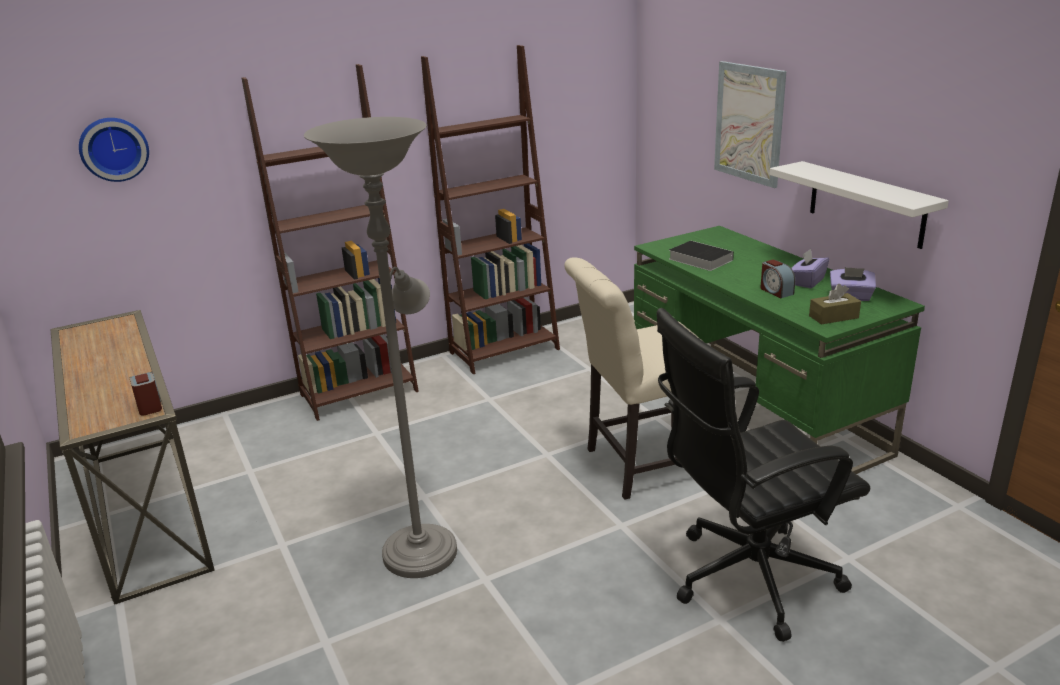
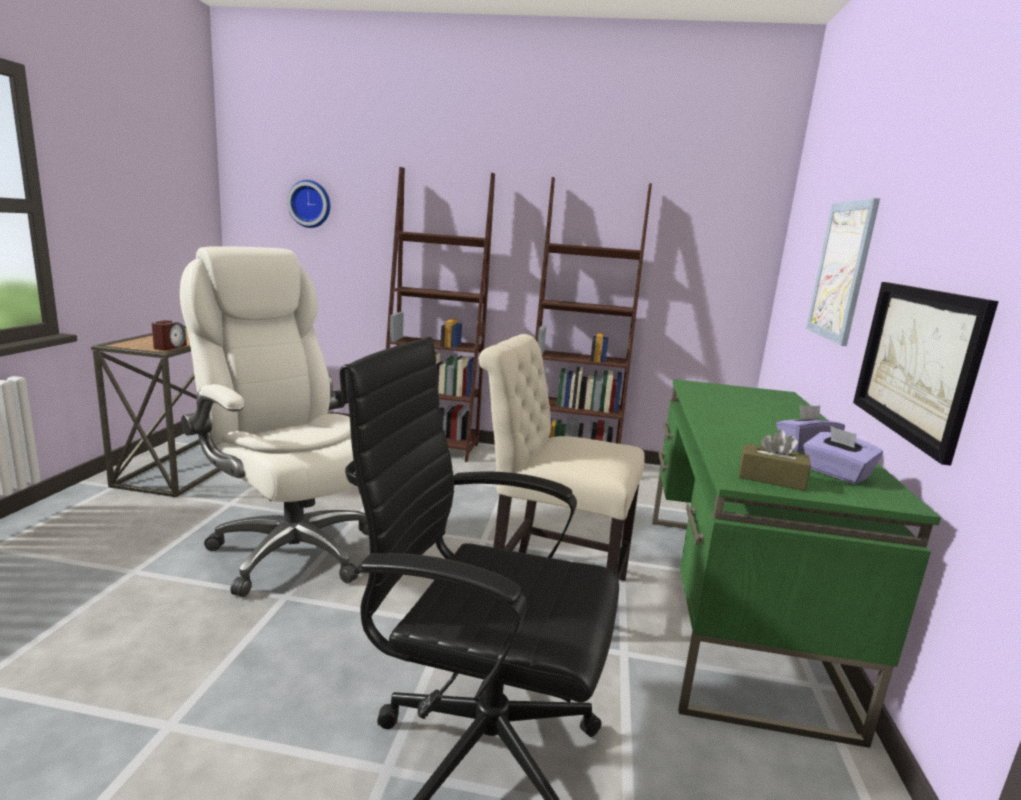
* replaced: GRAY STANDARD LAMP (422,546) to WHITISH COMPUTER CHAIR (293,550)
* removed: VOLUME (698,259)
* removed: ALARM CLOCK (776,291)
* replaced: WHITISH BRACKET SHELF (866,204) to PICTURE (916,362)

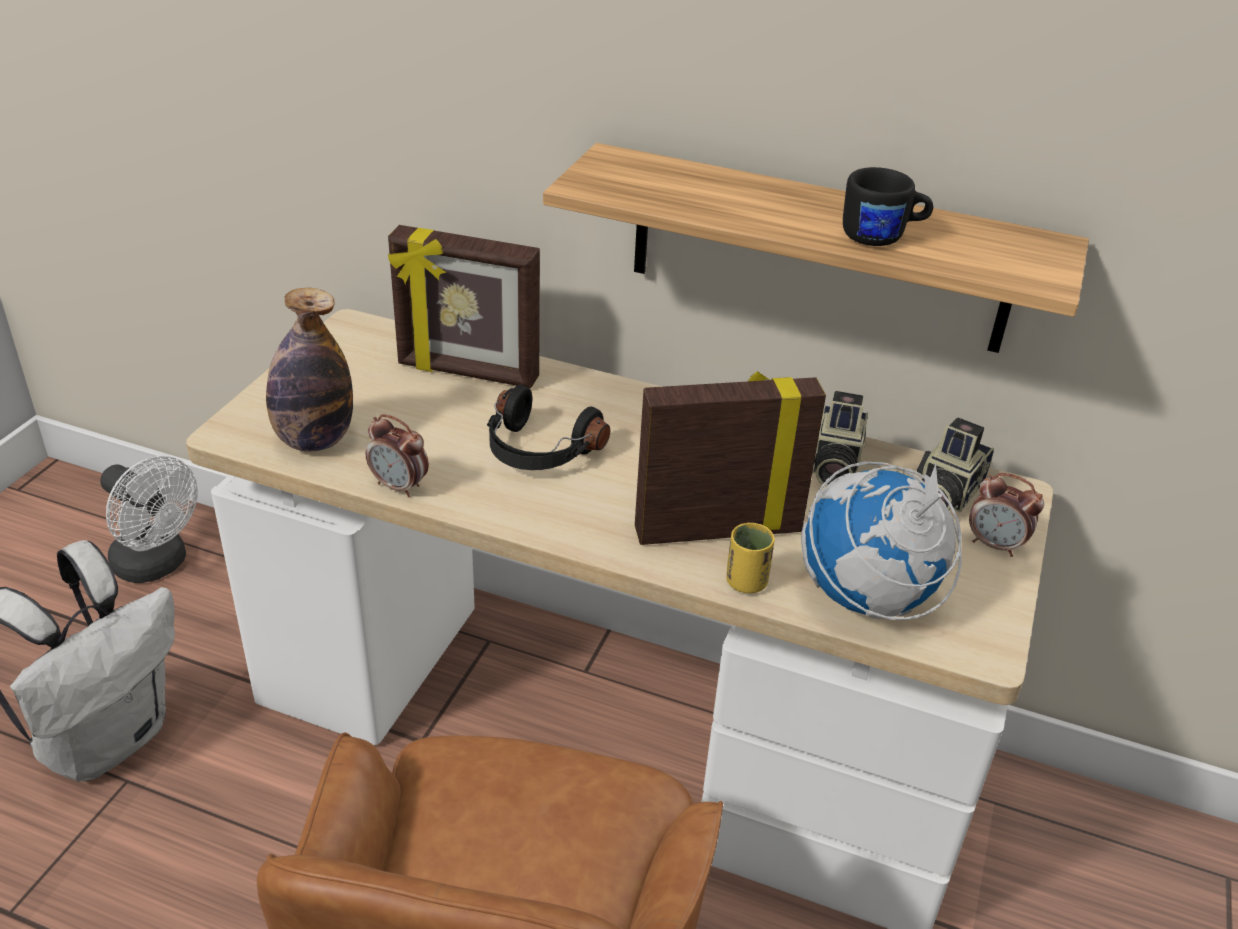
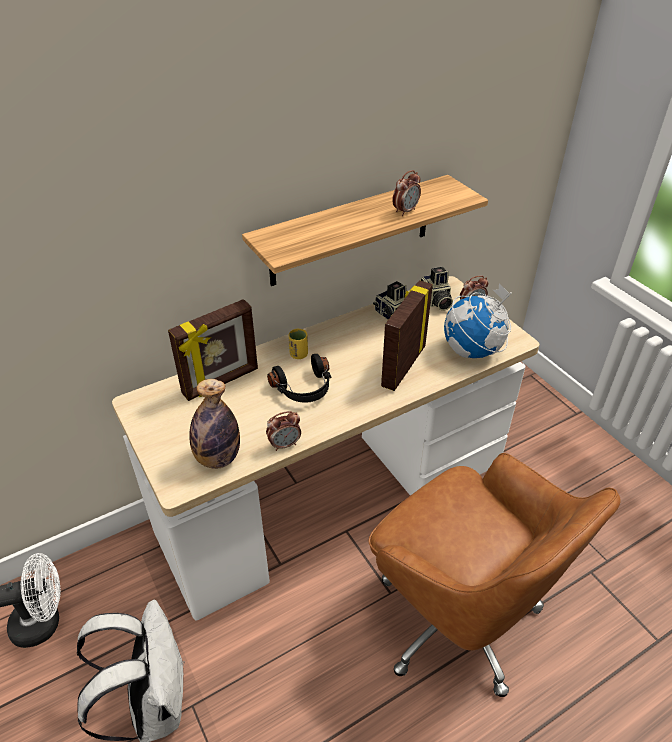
* moved: YELLOWISH DRINKING CUP (746,582) to (298,354)
* replaced: BLACK MUG (882,238) to ALARM CLOCK (405,211)

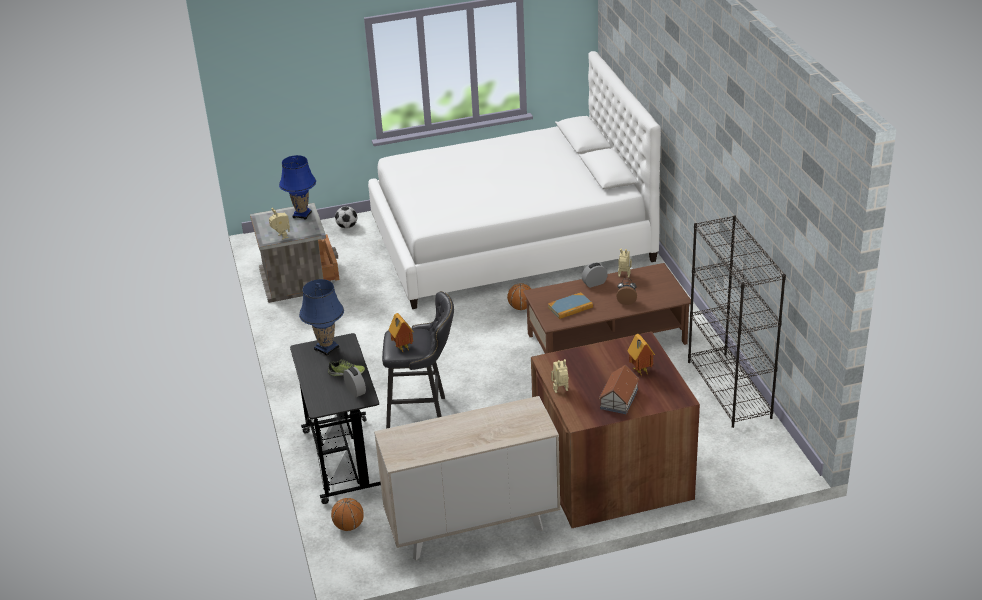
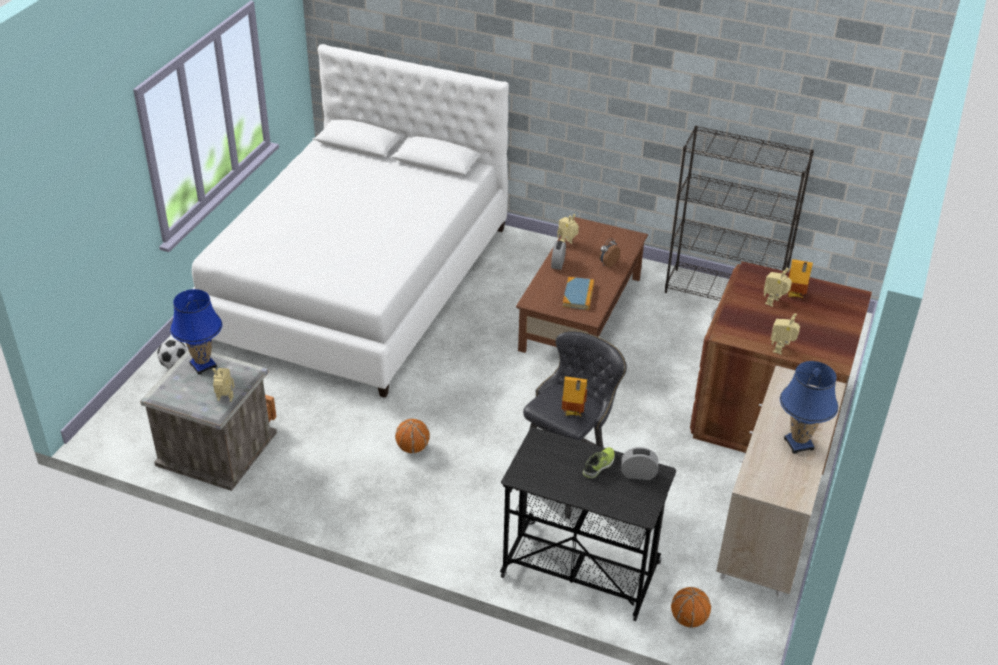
* moved: BLUE TABLETOP LAMP (327,348) to (799,444)
* moved: BALL FOR BASKETBALL (521,307) to (412,448)
* removed: TOY HOUSE (619,398)
* added: MODEL ROBOT (774,303)

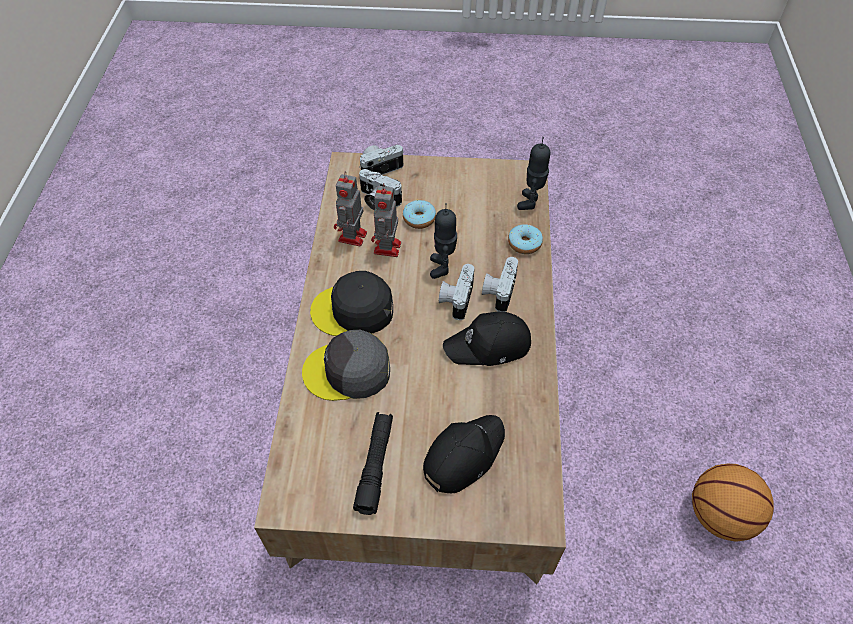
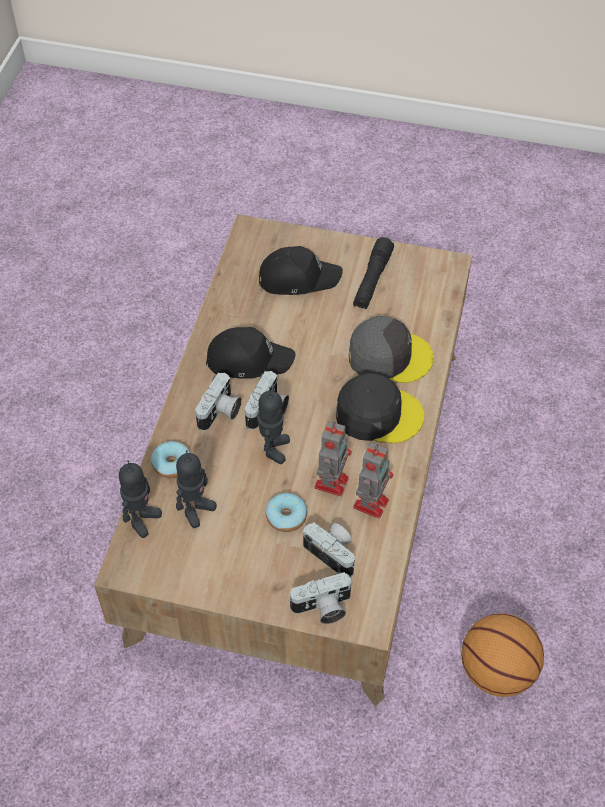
* turned: BLACK CAP (462,455) = (298,278) 150 degrees counterclockwise
* moved: BALL FOR BASKETBALL (719,515) to (497,670)
* added: MODEL ROBOT (196,510)

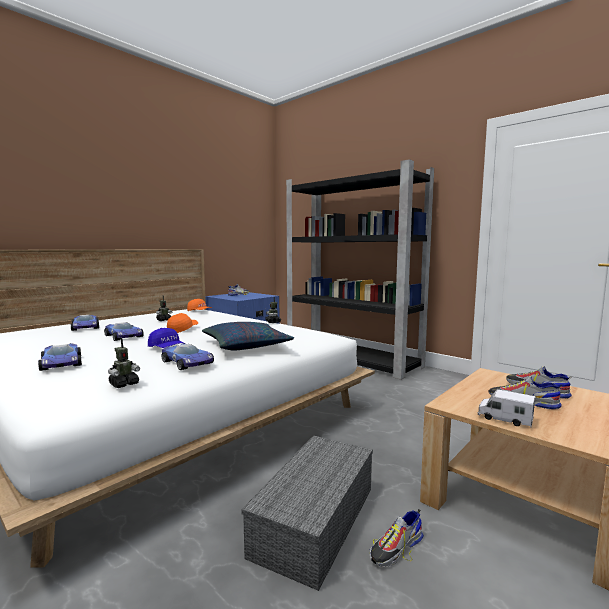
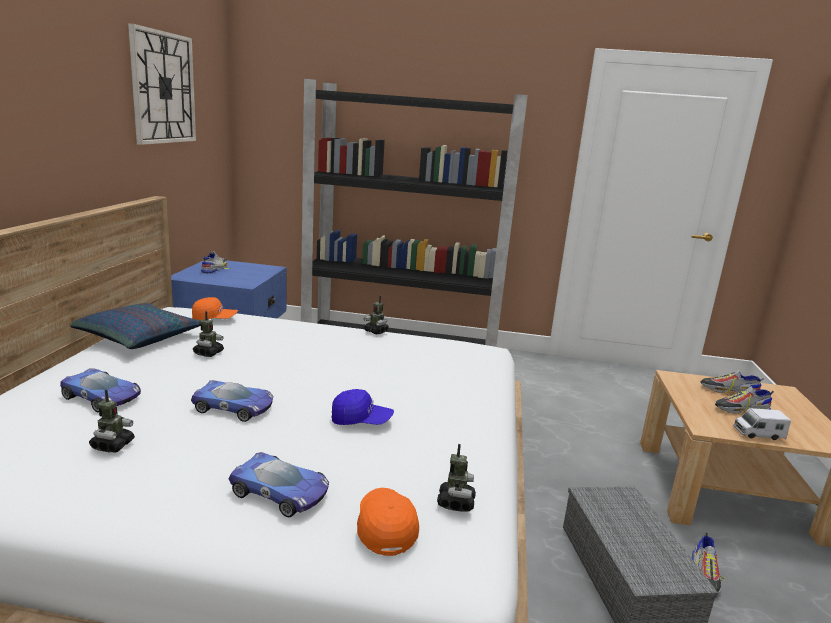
* removed: MODEL CAR (188,362)
* moved: ORANGEY CAP (182,329) to (385,528)
* moved: BLUE PILLOW (246,346) to (140,337)
* added: MODEL ROBOT (112,445)
* added: CLOCK ON THE WALL (163,88)

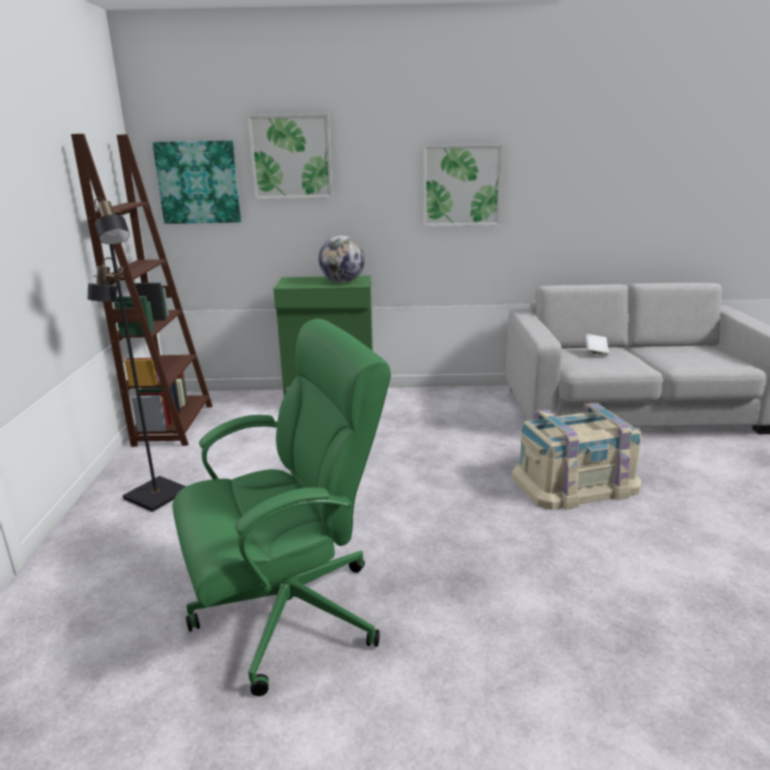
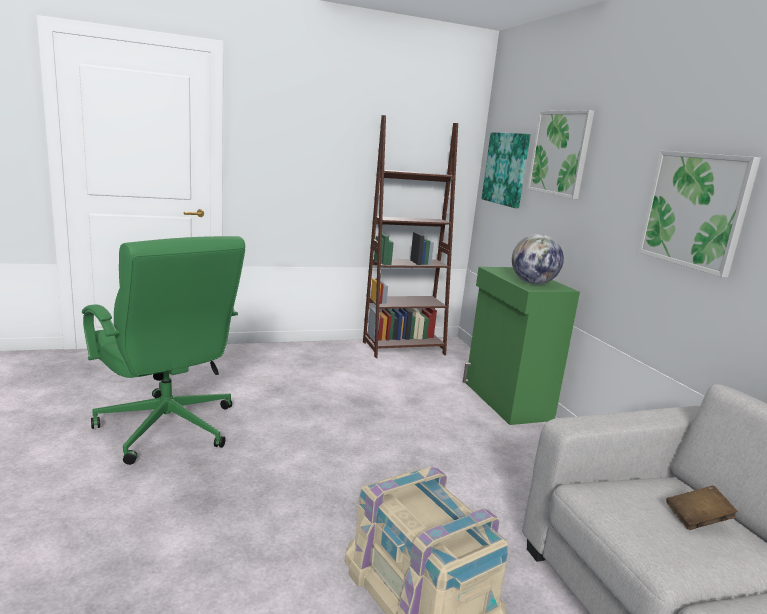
* removed: BLACK STANDARD LAMP (156,495)
* recoloured: WHITISH VOLUME (596,352) to BROWN VOLUME (697,519)

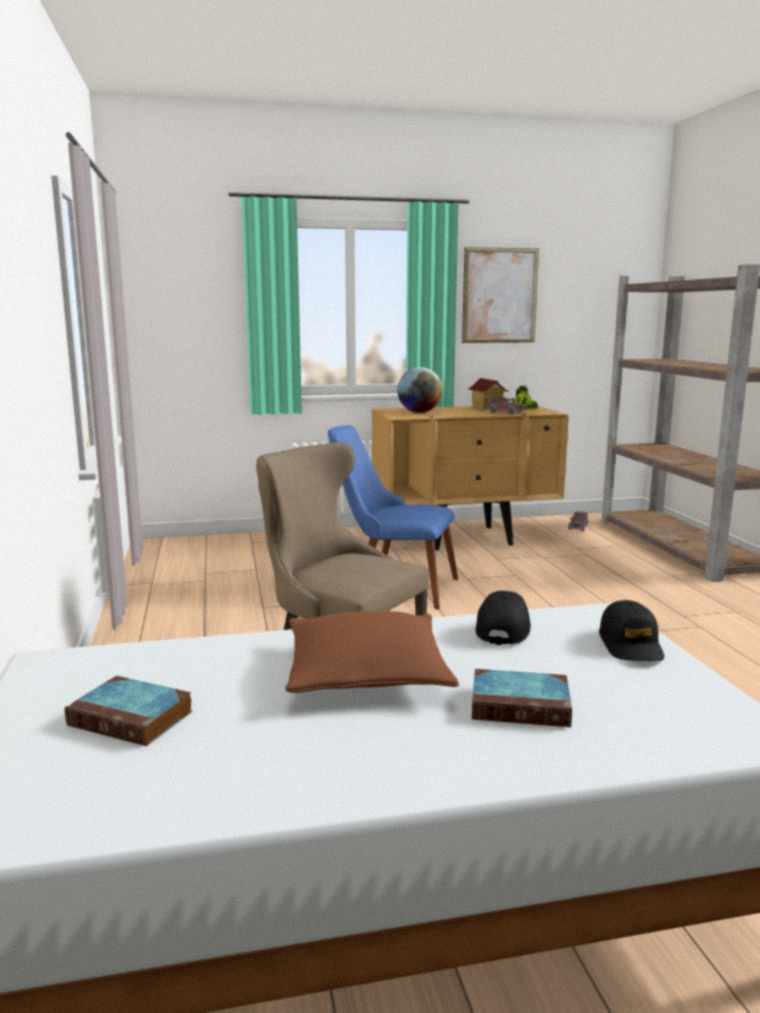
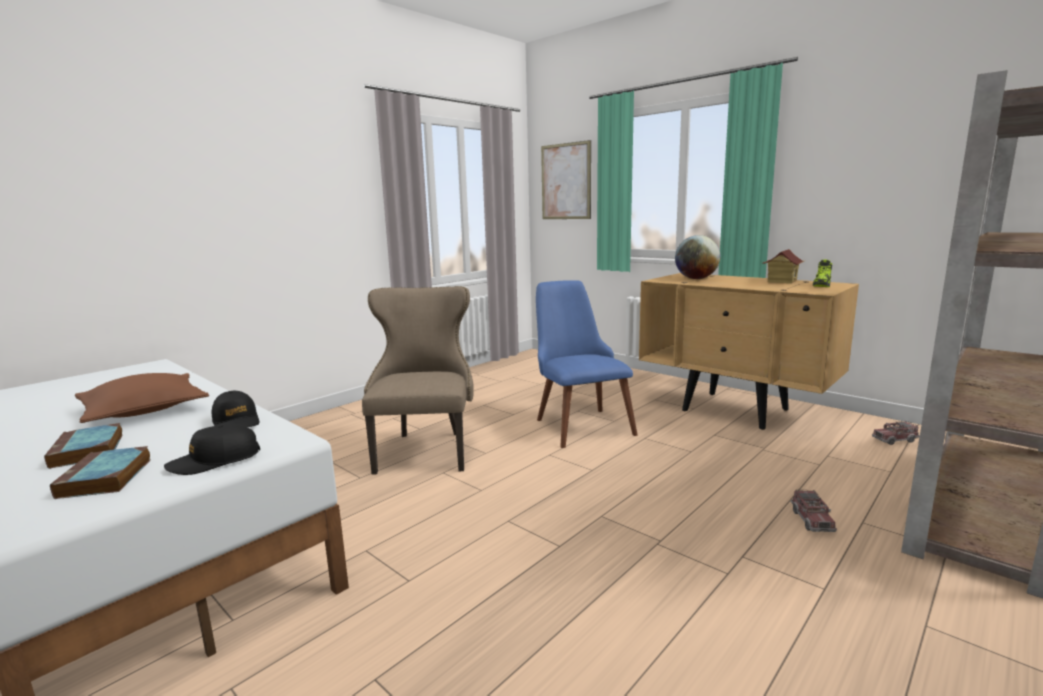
* moved: VOLUME (133,718) to (105,478)
* moved: PICTURE (500,296) to (565,181)
* turned: BLACK CAP (503,628) = (236,422) 75 degrees clockwise
* moved: TOY TRUCK (505,412) to (812,520)

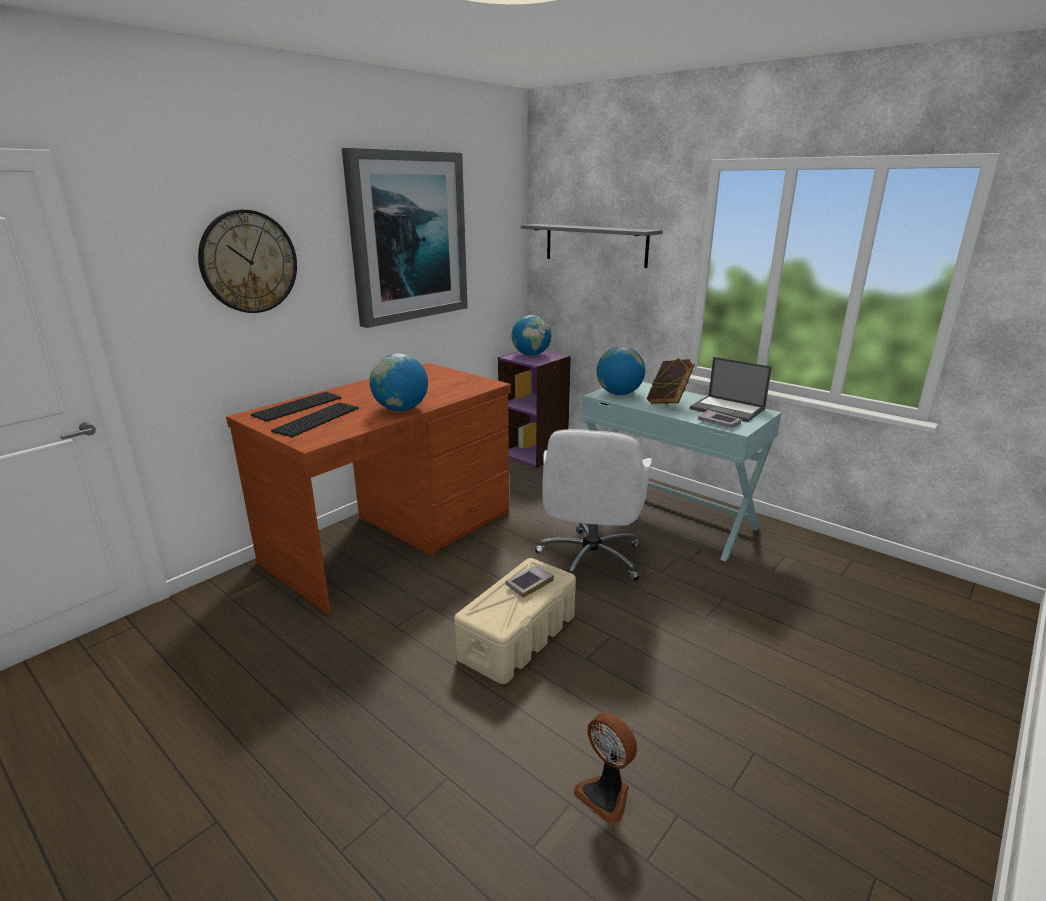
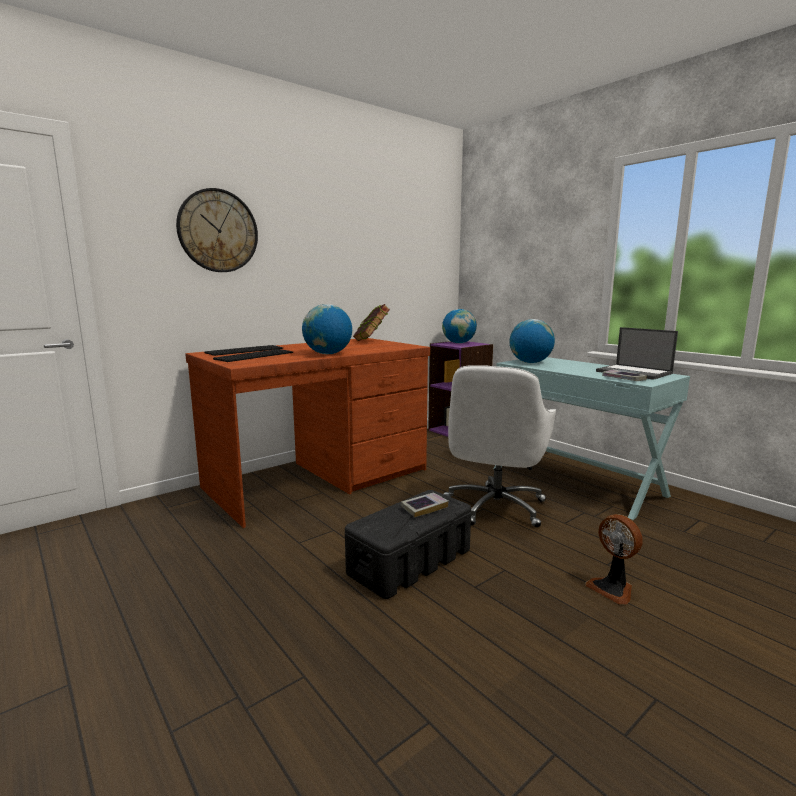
* removed: PICTURE (408,237)
* recoloured: SAND-COLOURED STORAGE BOX (518,636) to BLACK STORAGE BOX (411,561)
* removed: GRAY BRACKET SHELF (595,245)
* moved: COOLING FAN (606,794) to (613,589)
* moved: VOLUME (668,403) to (371,341)

